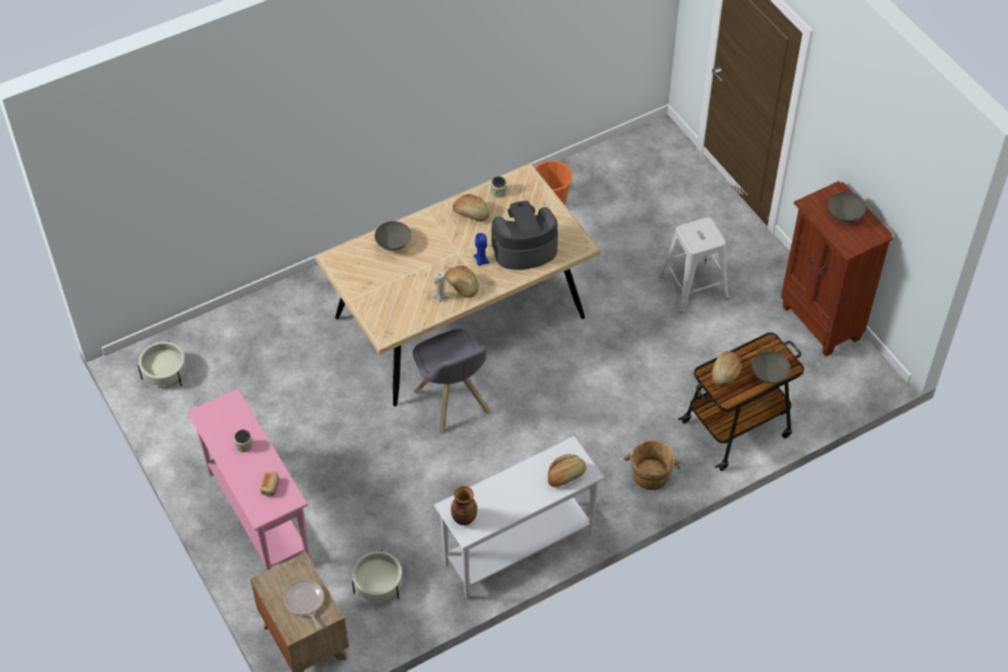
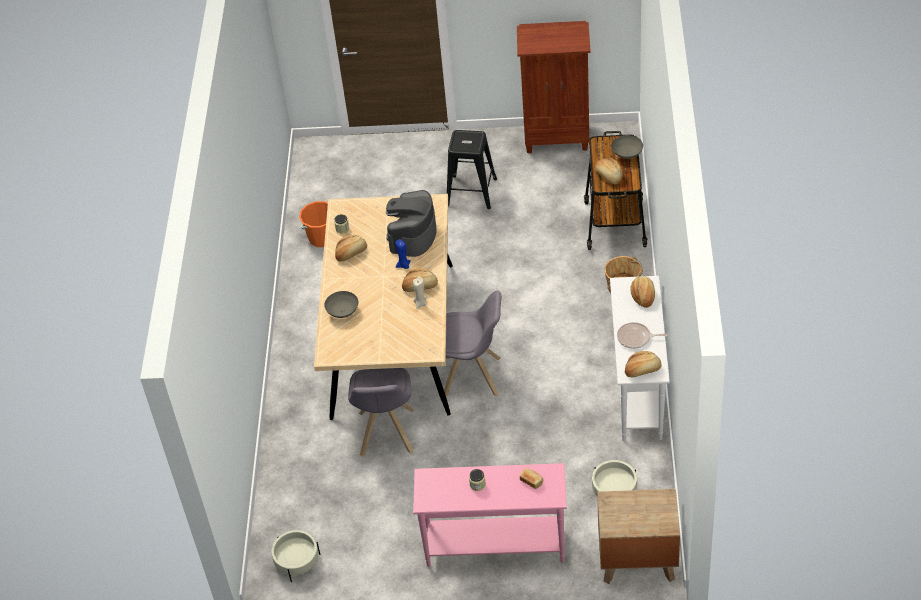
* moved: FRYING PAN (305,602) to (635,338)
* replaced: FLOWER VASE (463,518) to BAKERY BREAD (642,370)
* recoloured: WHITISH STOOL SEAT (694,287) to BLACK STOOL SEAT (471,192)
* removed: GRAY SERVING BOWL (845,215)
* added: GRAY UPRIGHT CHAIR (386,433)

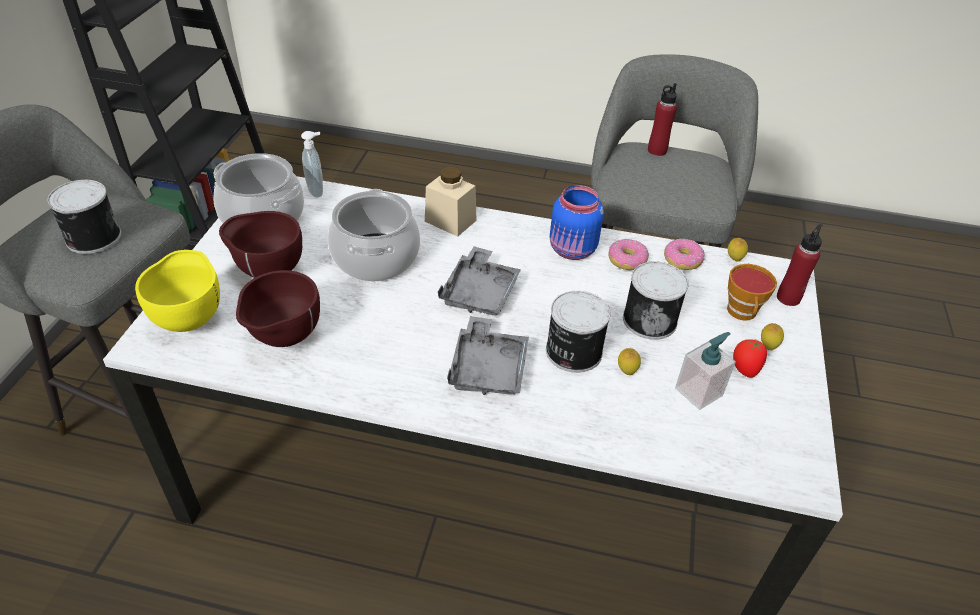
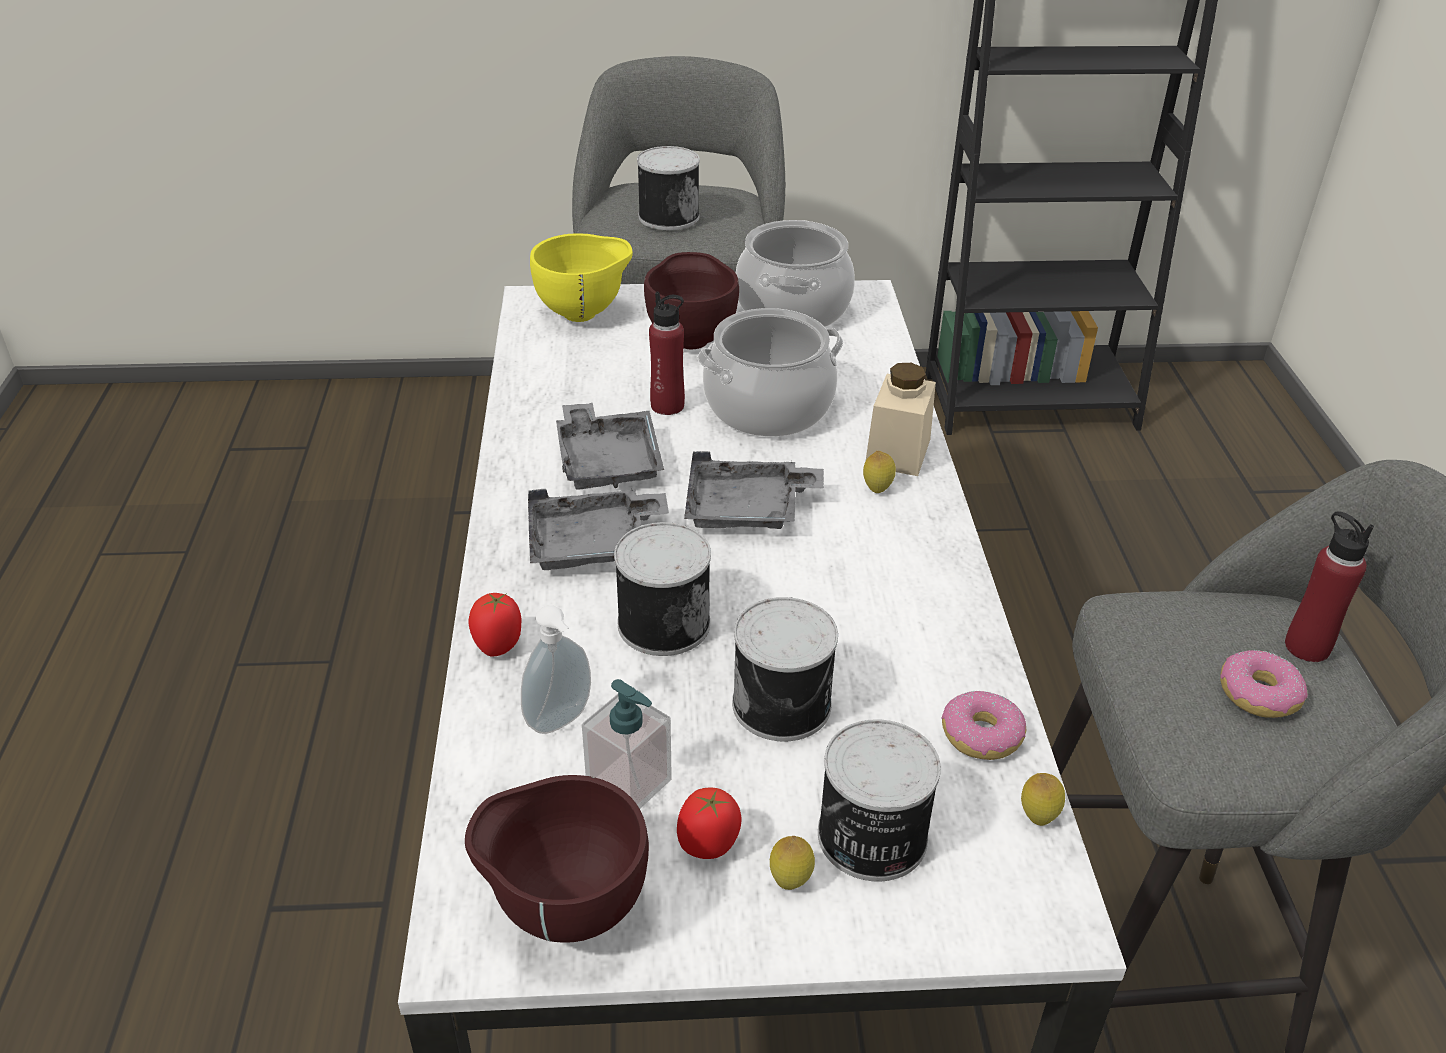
* moved: BROWN SERVING BOWL (283,339) to (564,908)
* moved: SOAP DISPENSER (317,191) to (561,722)
* removed: BLUE JAR (572,250)
* moved: DONUT (627,260) to (1258,694)
* moved: CITRUS FRUIT (626,372) to (877,489)
* replaced: DRINKING CUP (742,313) to CAN (871,838)
* moved: RED-COLOURED BOTTLE (788,298) to (667,406)
* added: TOMATO (498,645)
* added: GRAY CARRYING TRAY (608,461)

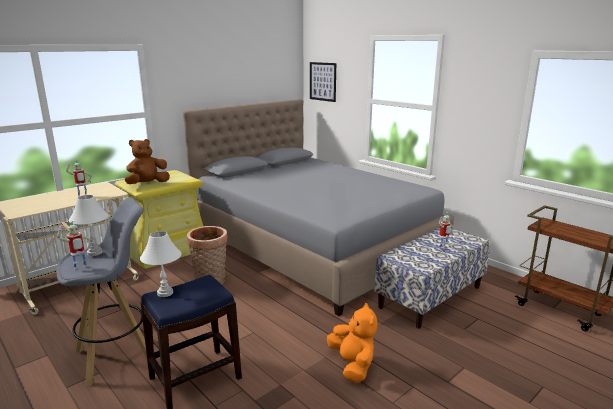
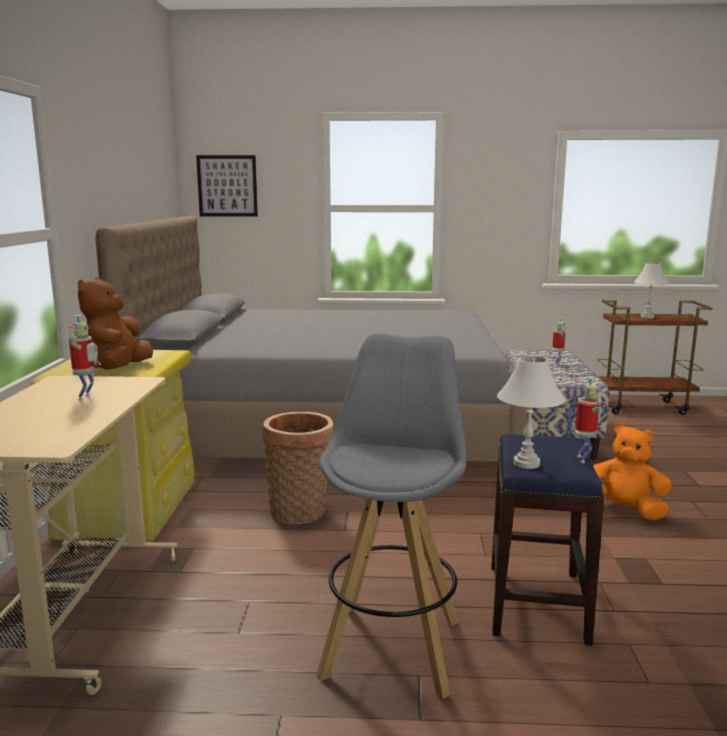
* moved: MODEL ROBOT (80,268) to (584,459)
* moved: WHITISH TABLETOP LAMP (95,253) to (647,317)

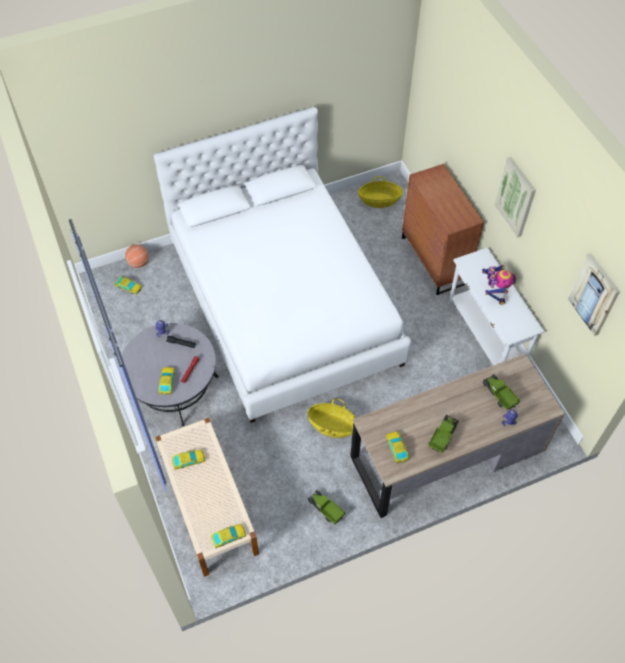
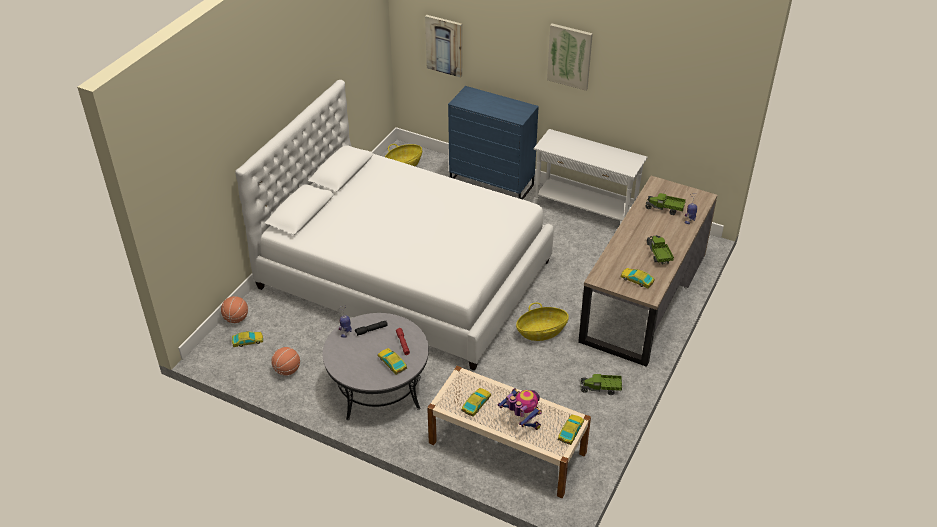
* recoloured: BROWN DRAWER CHEST (434,260) to BLUE DRAWER CHEST (492,183)
* moved: MODEL ROBOT (495,292) to (521,421)
* moved: PICTURE (594,294) to (444,45)
* added: BALL FOR BASKETBALL (287,370)

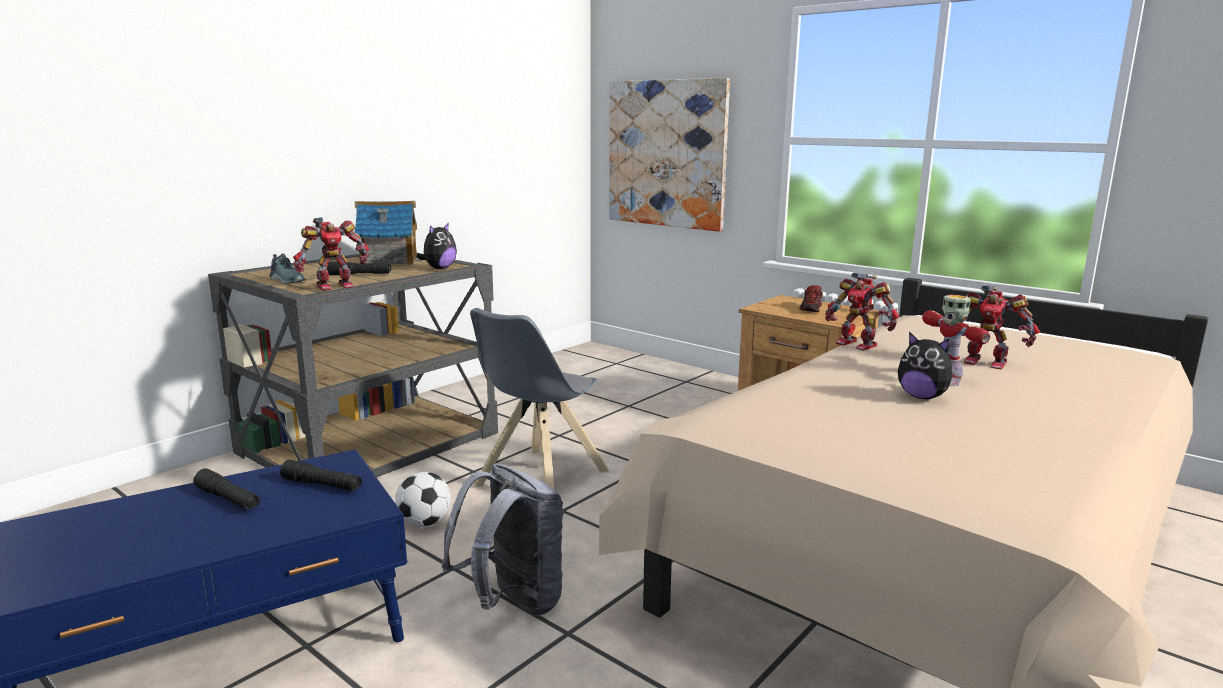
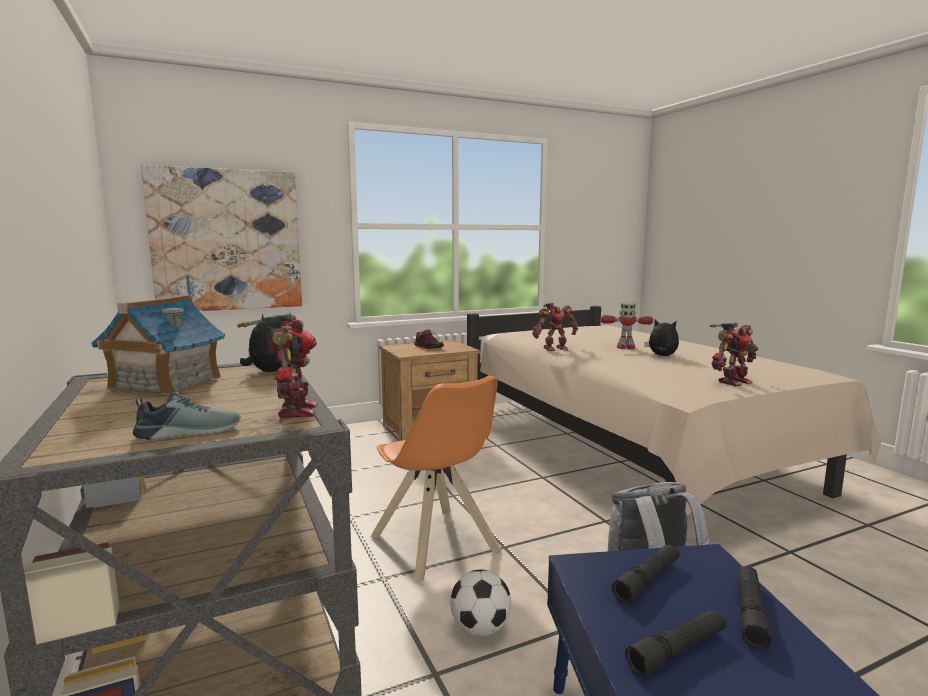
* moved: BLACK HAND TORCH (360,275) to (750,613)
* recoloured: GRAY UPRIGHT CHAIR (539,479) to ORANGEY UPRIGHT CHAIR (436,545)
* turned: CUDDLY TOY (923,397) = (662,356) 120 degrees counterclockwise
* moved: MODEL ROBOT (985,362) to (732,381)

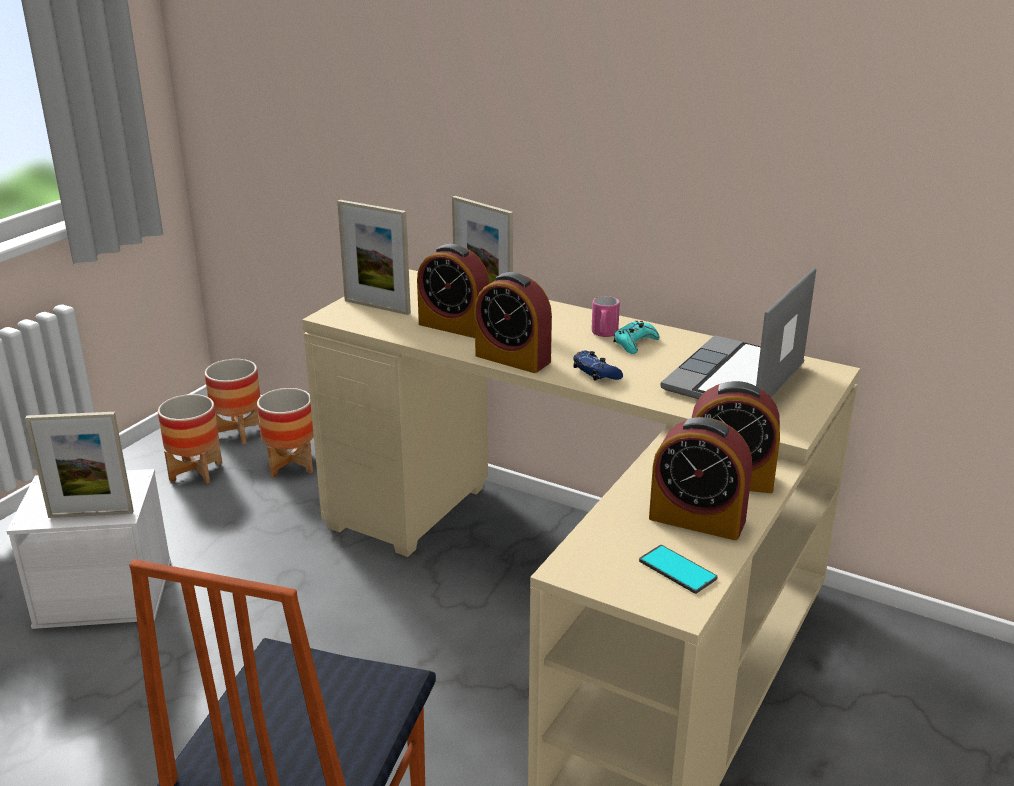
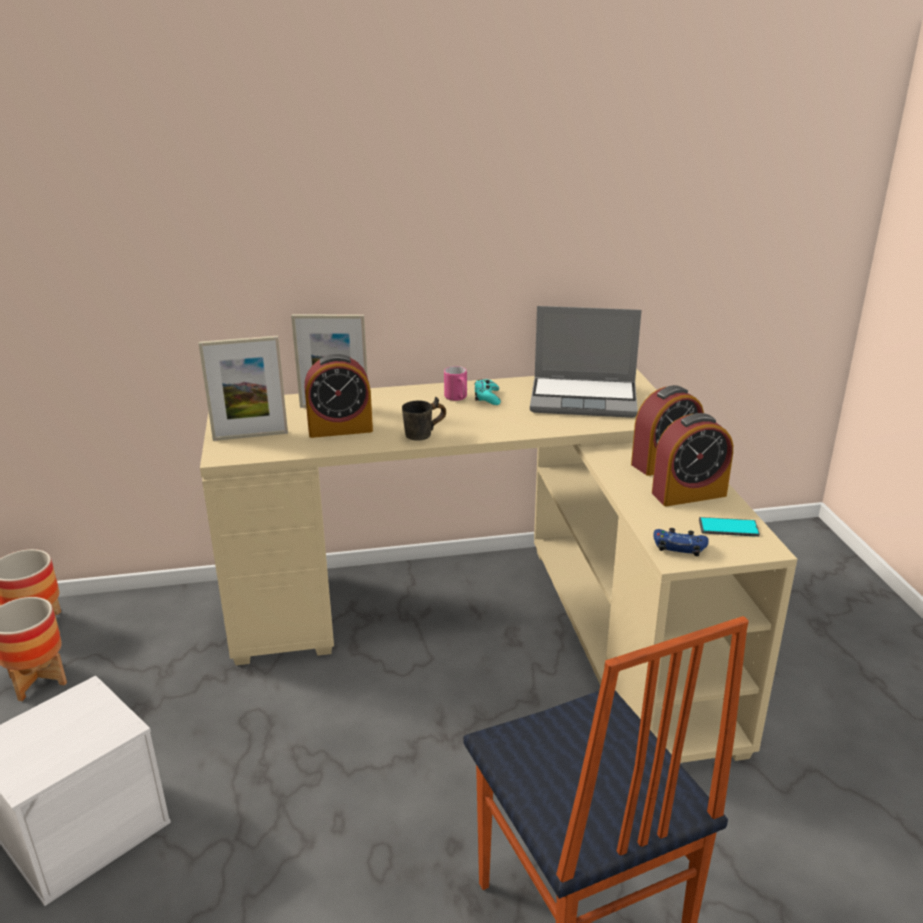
* removed: PHOTO FRAME (91,514)
* removed: FLOWER POT (291,465)
* replaced: ALARM CLOCK (512,358) to GRAY MUG (425,436)
* moved: BLUE JOYPAD (596,373) to (679,547)
* turned: NOTEBOOK COMPUTER (735,379) = (585,399) 75 degrees counterclockwise

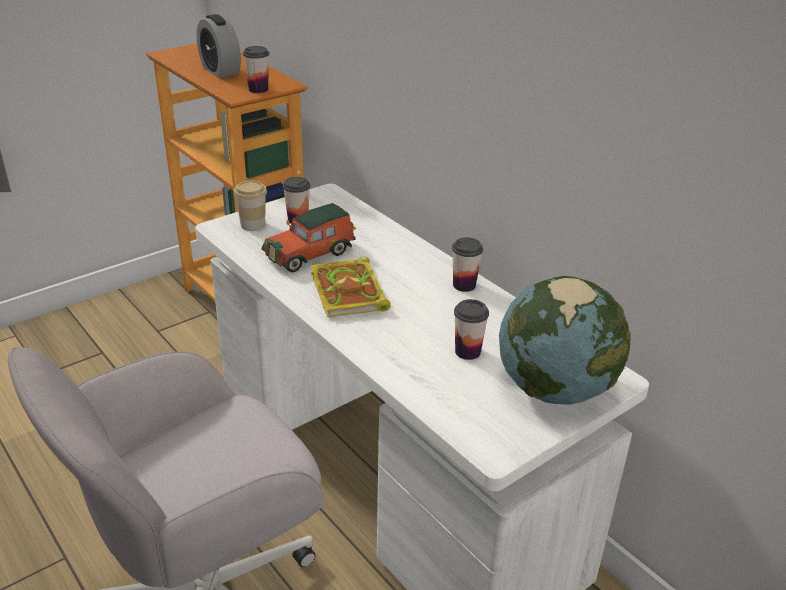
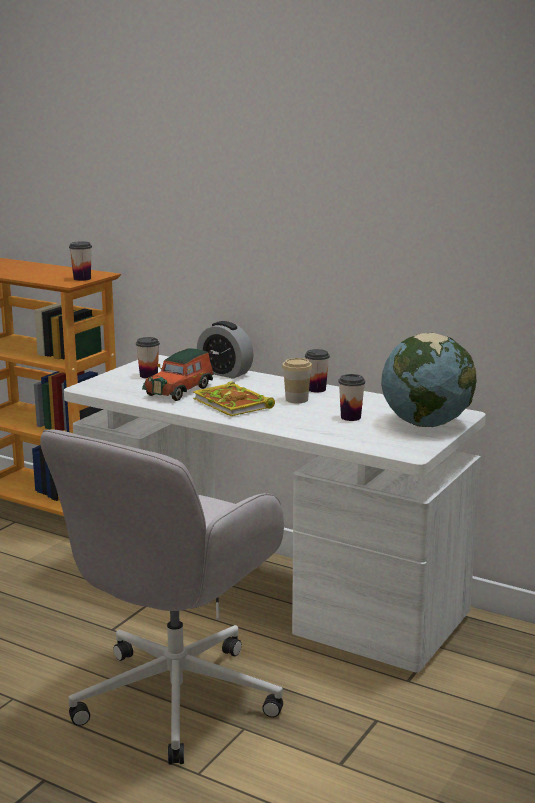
* moved: ALARM CLOCK (220,71) to (225,373)
* moved: DRINKING CUP (253,225) to (296,399)

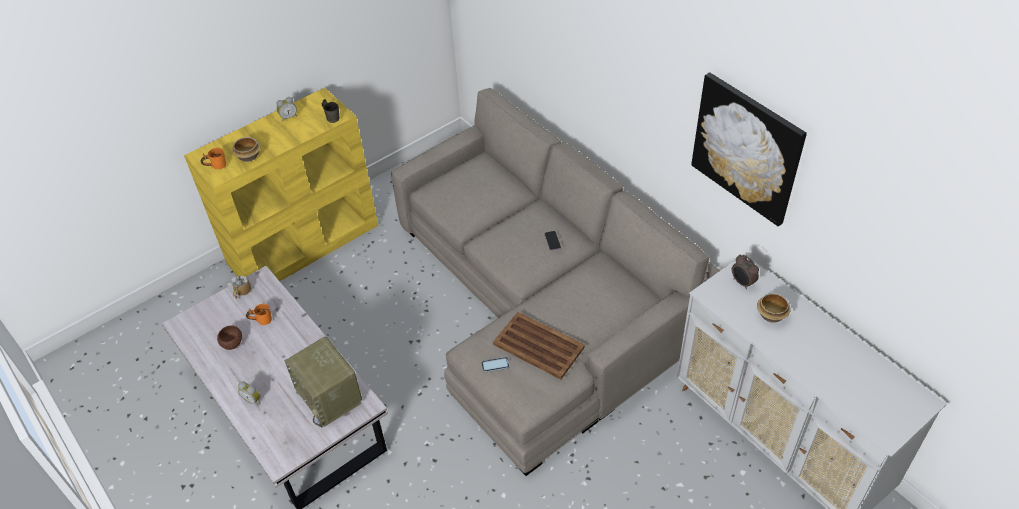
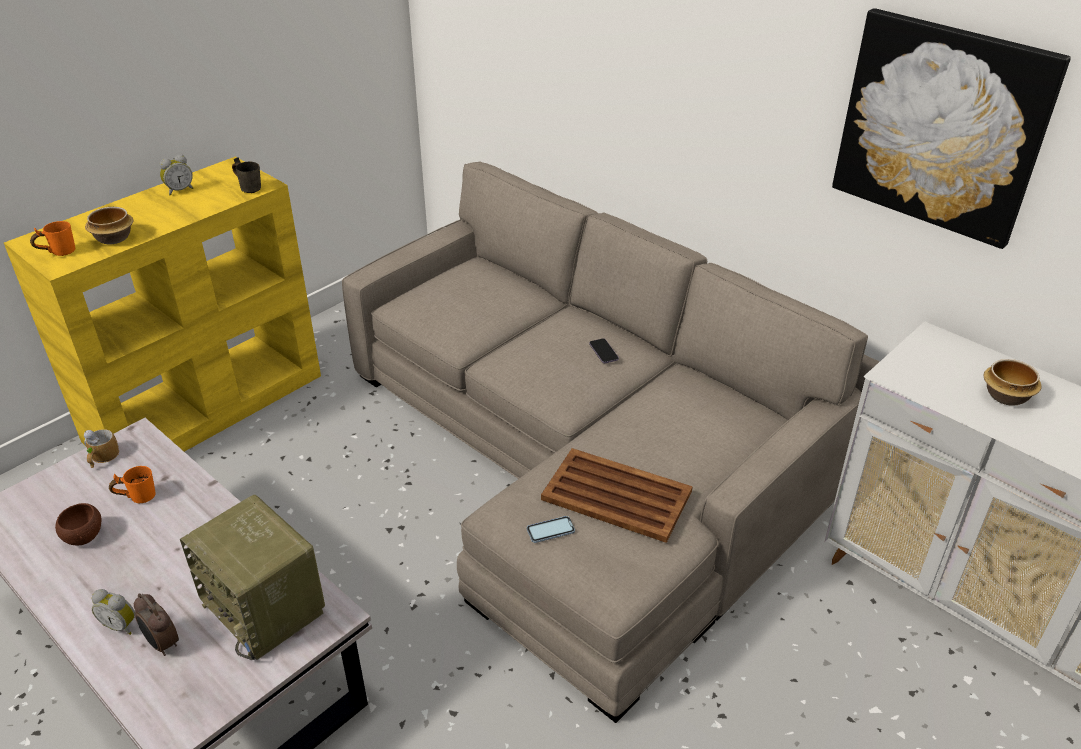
* moved: ALARM CLOCK (742,283) to (162,644)

